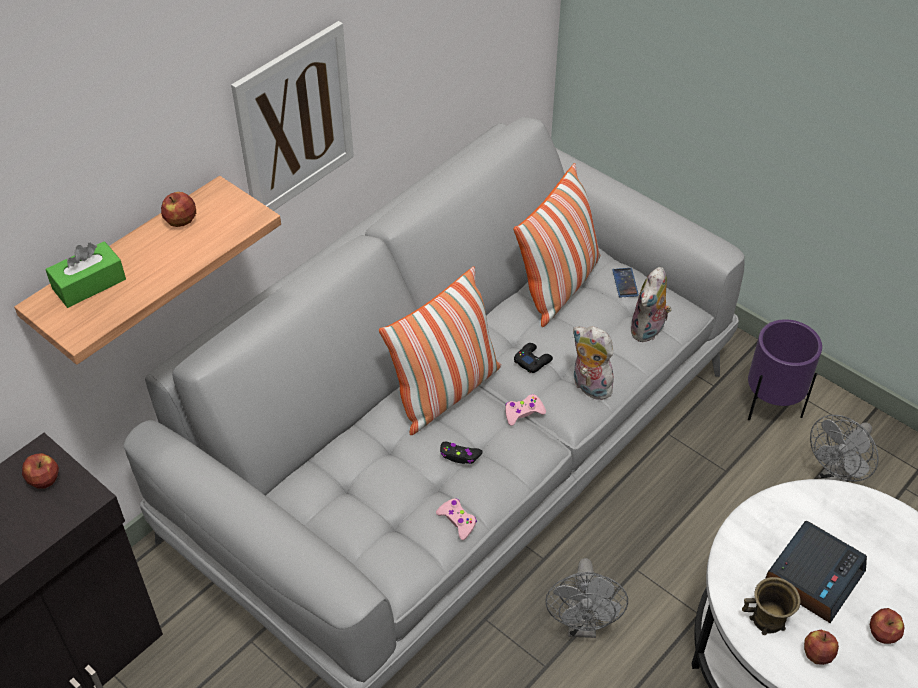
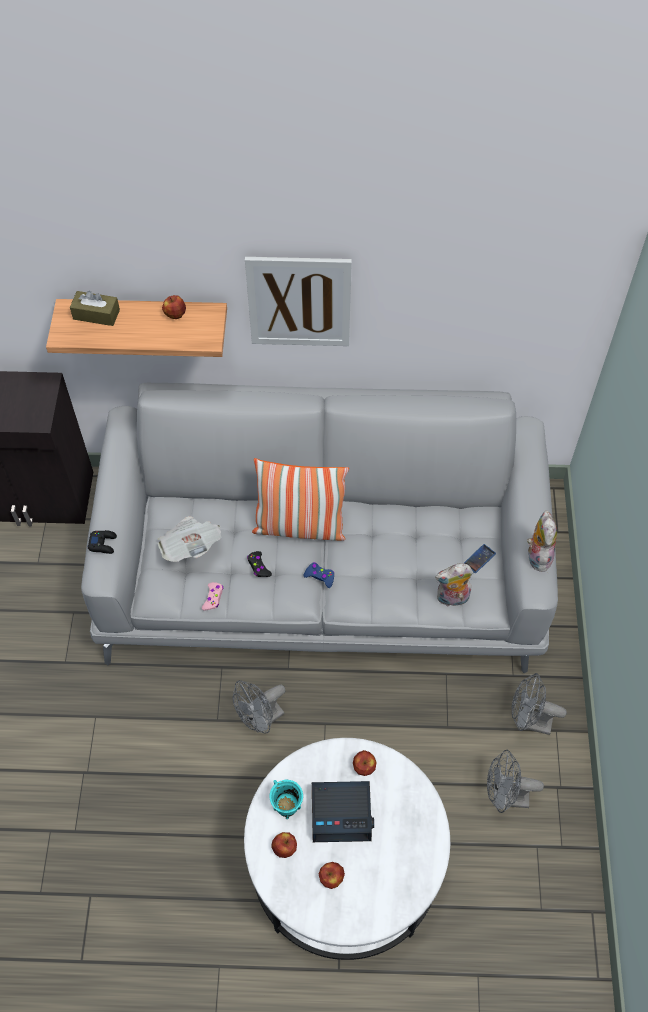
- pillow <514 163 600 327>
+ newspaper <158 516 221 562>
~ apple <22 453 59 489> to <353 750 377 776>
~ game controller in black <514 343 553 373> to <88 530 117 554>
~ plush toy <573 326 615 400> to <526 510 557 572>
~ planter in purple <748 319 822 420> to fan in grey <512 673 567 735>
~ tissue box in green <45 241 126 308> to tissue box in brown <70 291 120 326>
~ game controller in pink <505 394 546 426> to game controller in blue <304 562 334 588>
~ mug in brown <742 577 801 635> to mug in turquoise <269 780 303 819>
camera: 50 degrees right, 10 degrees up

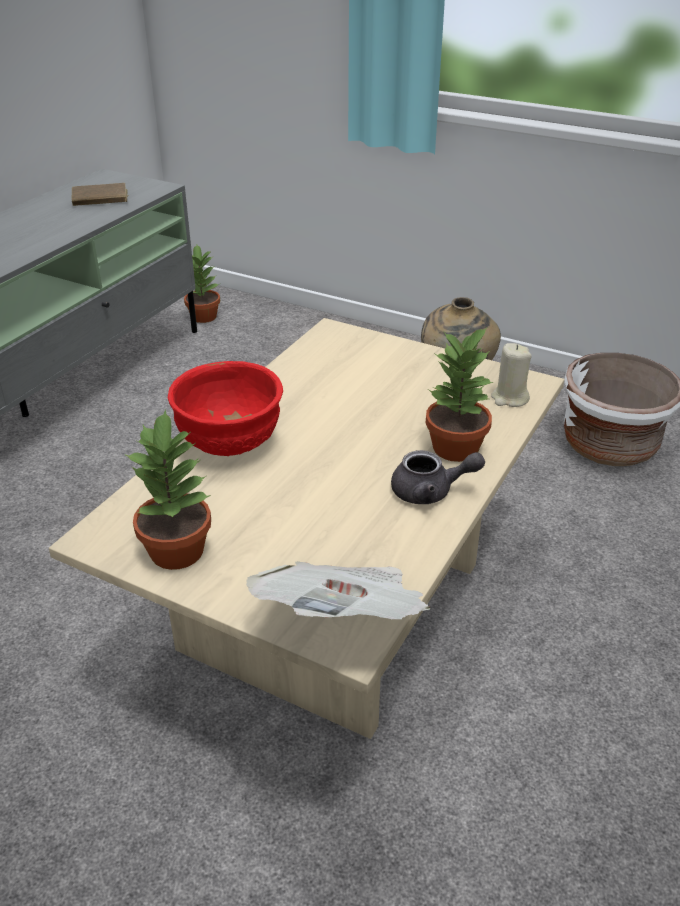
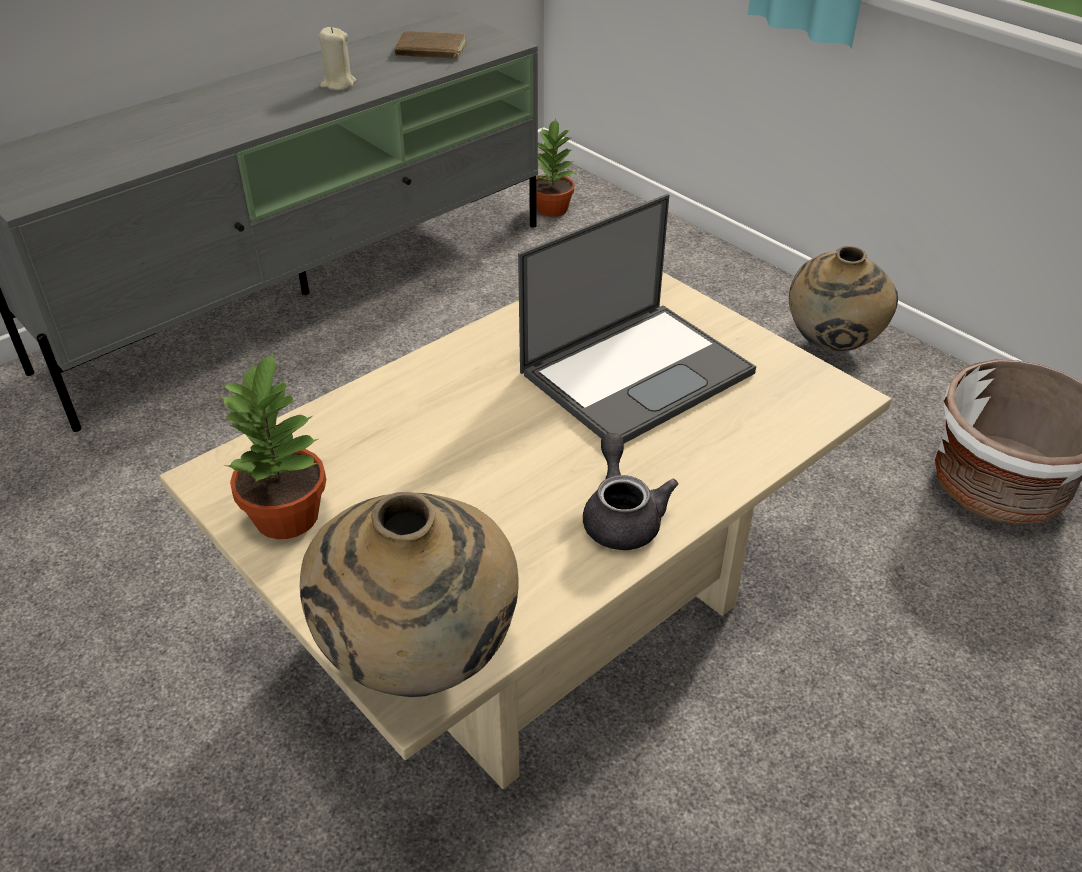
- bowl in red <168 361 283 456>
- potted plant <426 326 493 462>
+ laptop <518 194 756 443>
~ candle in beige <491 343 532 407> to <319 27 356 90>
~ newspaper <246 561 430 619> to vase in beige <300 492 519 697>
~ teapot in grey <391 450 485 504> = <583 433 678 550> 120 degrees counterclockwise
camera: 20 degrees right, 5 degrees up

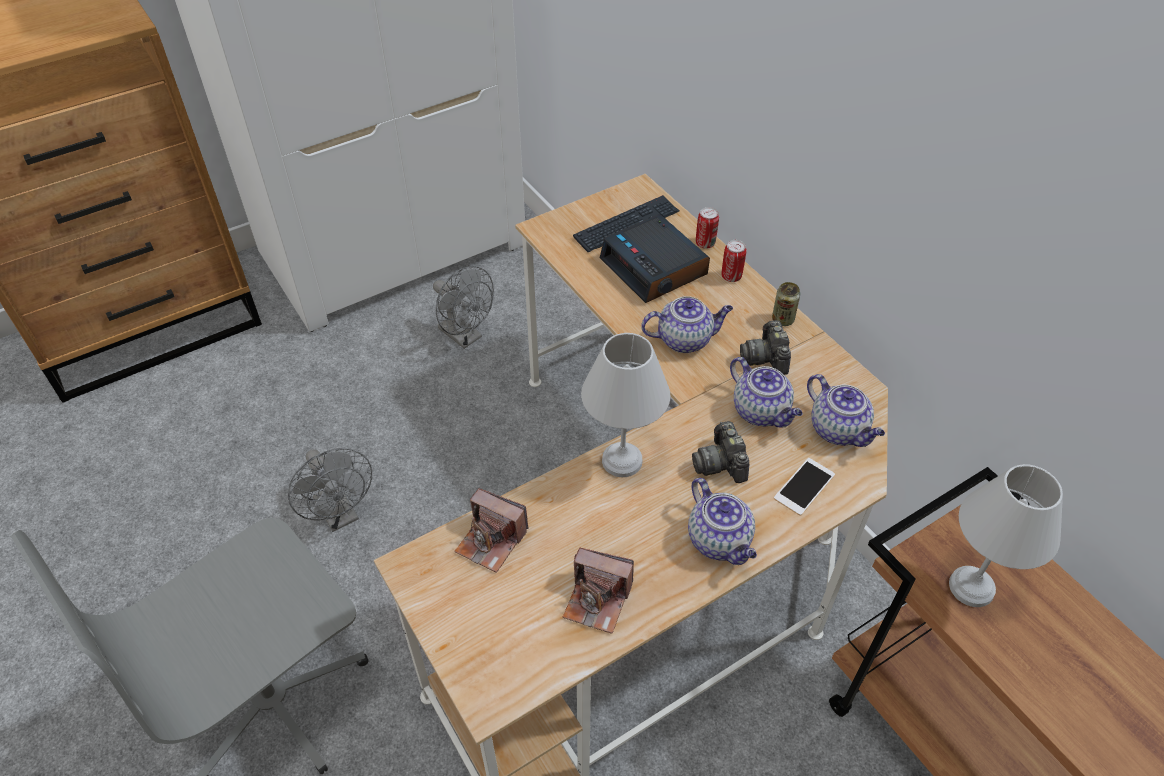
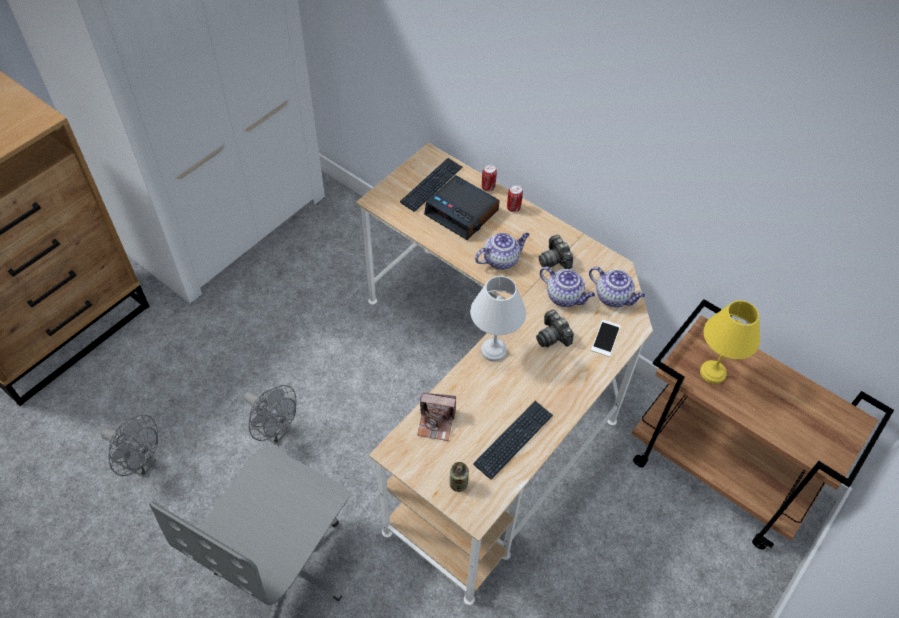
- teapot <688 478 757 565>
~ fan in grey <433 266 494 349> to <100 414 158 477>
~ can <772 282 800 326> to <450 462 469 492>
~ photo camera <563 548 634 634> to keyboard <473 401 553 480>
~ table lamp in white <949 464 1063 607> to table lamp in yellow <700 300 760 384>
camera: 20 degrees left, 5 degrees up

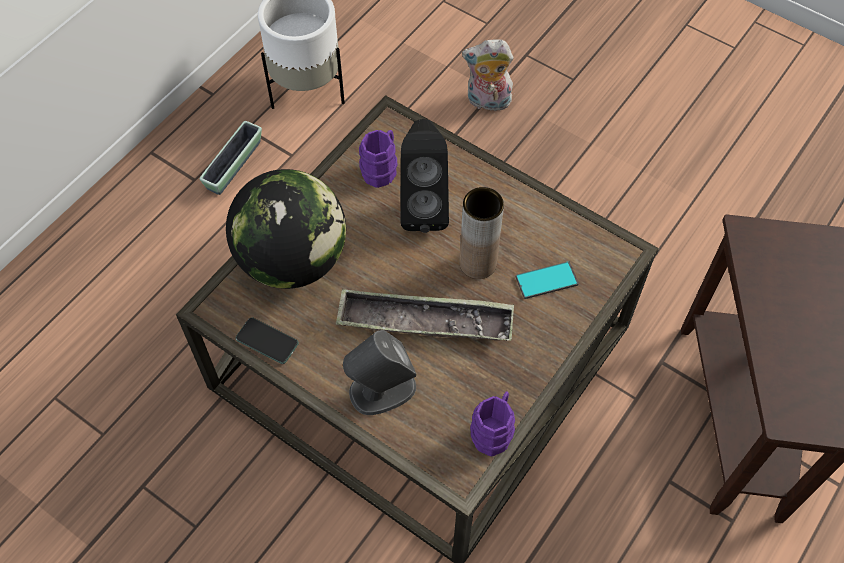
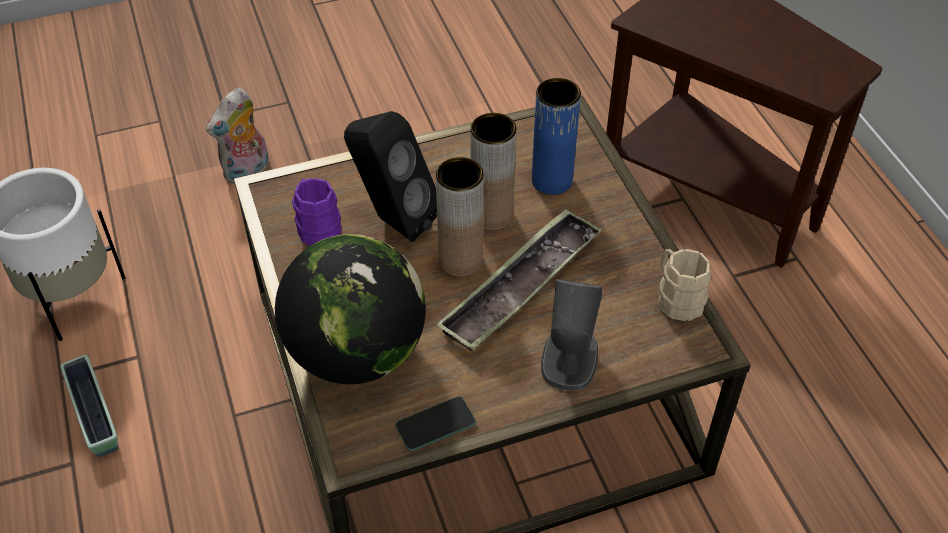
+ vase in brown <436 157 484 277>
~ phone <516 261 579 299> to vase in blue <532 78 581 195>
~ mug in purple <470 392 515 456> to mug in beige <658 249 711 321>
camera: 55 degrees left, 10 degrees down

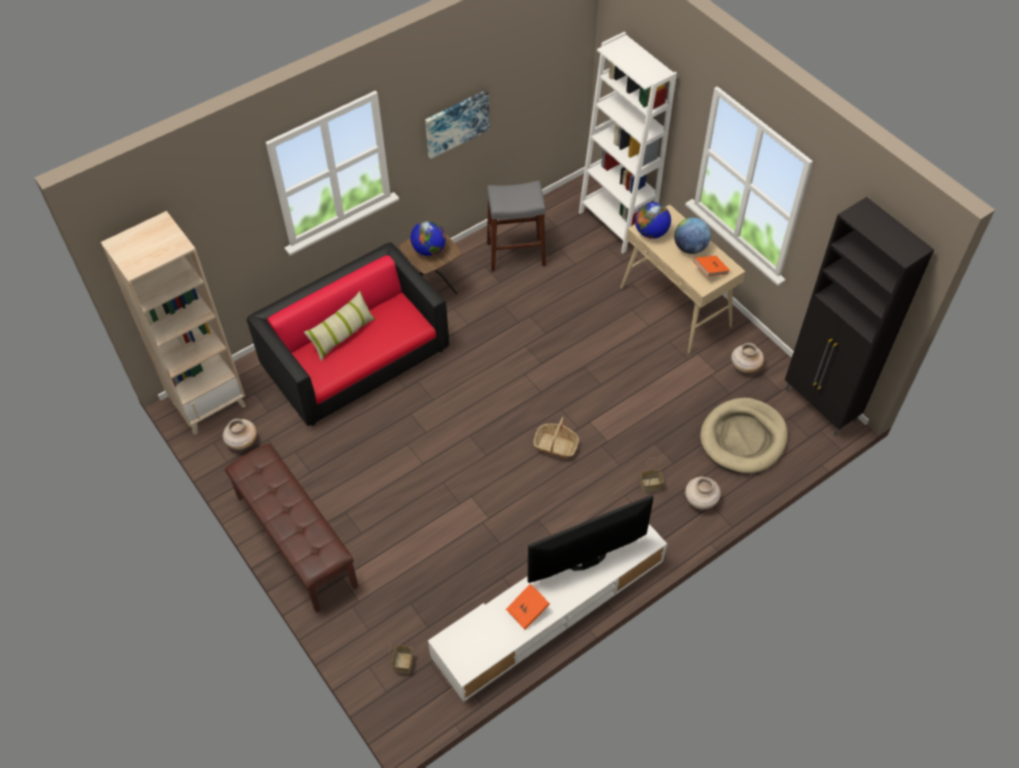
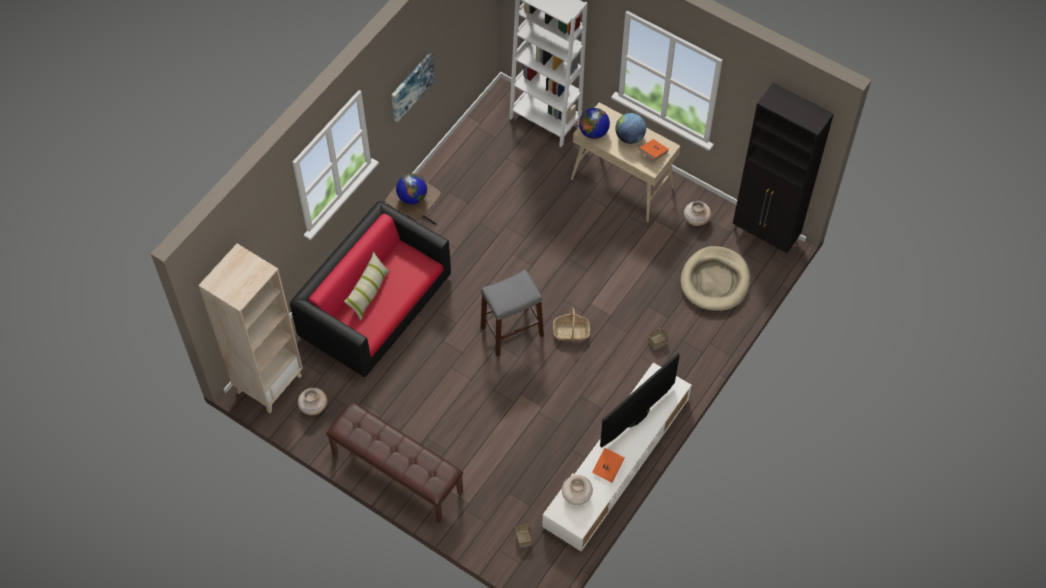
~ stool in grey <487 181 546 272> to <481 269 544 357>
~ vase in beige <685 477 721 509> to <562 475 593 505>
camera: 20 degrees left, 5 degrees up

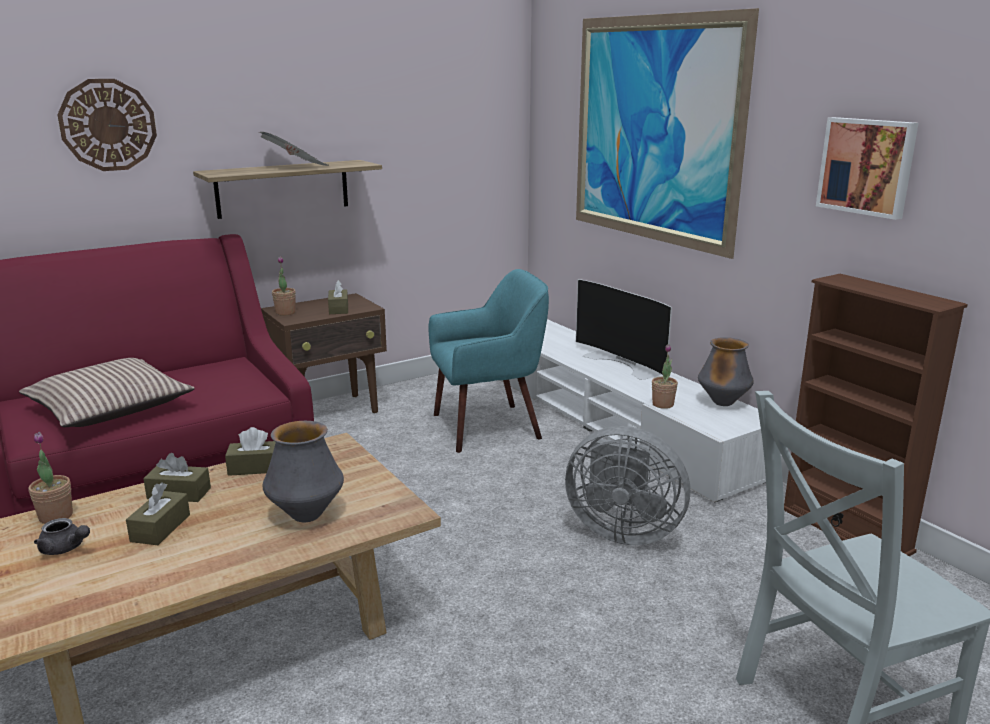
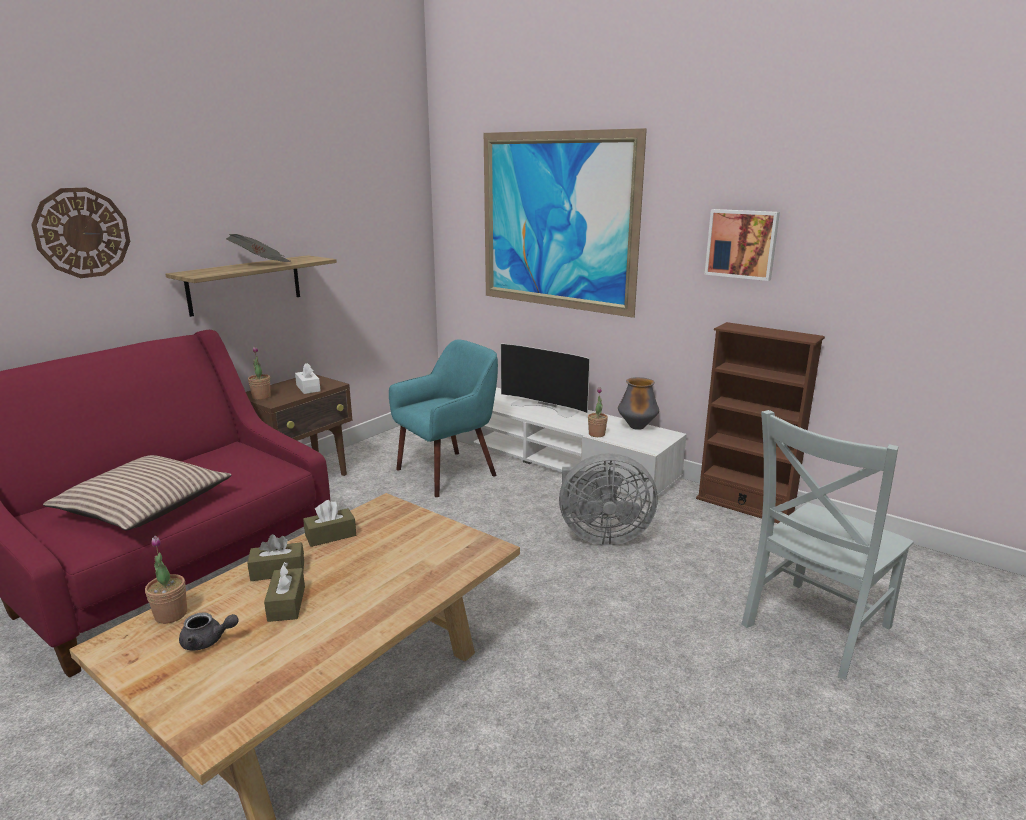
- vase <263 421 344 522>
~ tissue box in brown <328 280 348 314> to tissue box in white <295 363 321 394>
camera: 20 degrees left, 0 degrees up

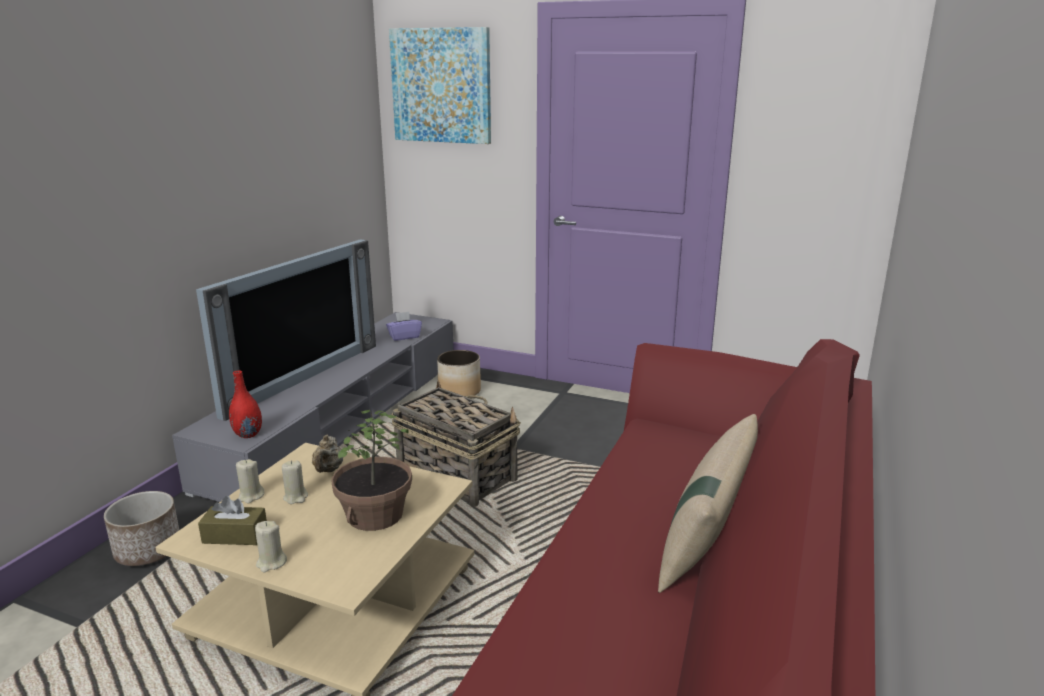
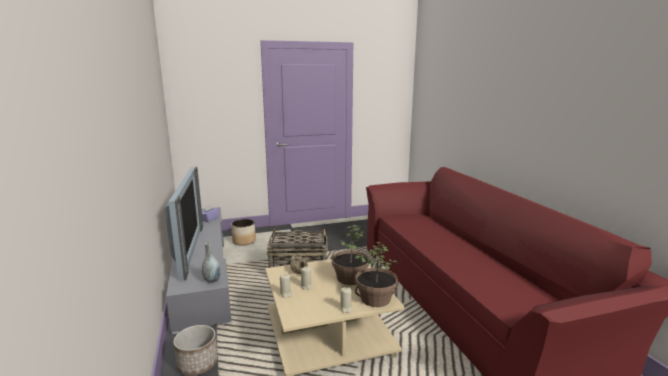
- tissue box in brown <198 496 267 545>
- picture <389 27 491 144>
- pillow in beige <658 414 758 593>
+ potted plant <355 242 398 307>
~ vase in red <229 370 262 438> to vase in grey <202 243 221 283>
camera: 40 degrees left, 5 degrees down

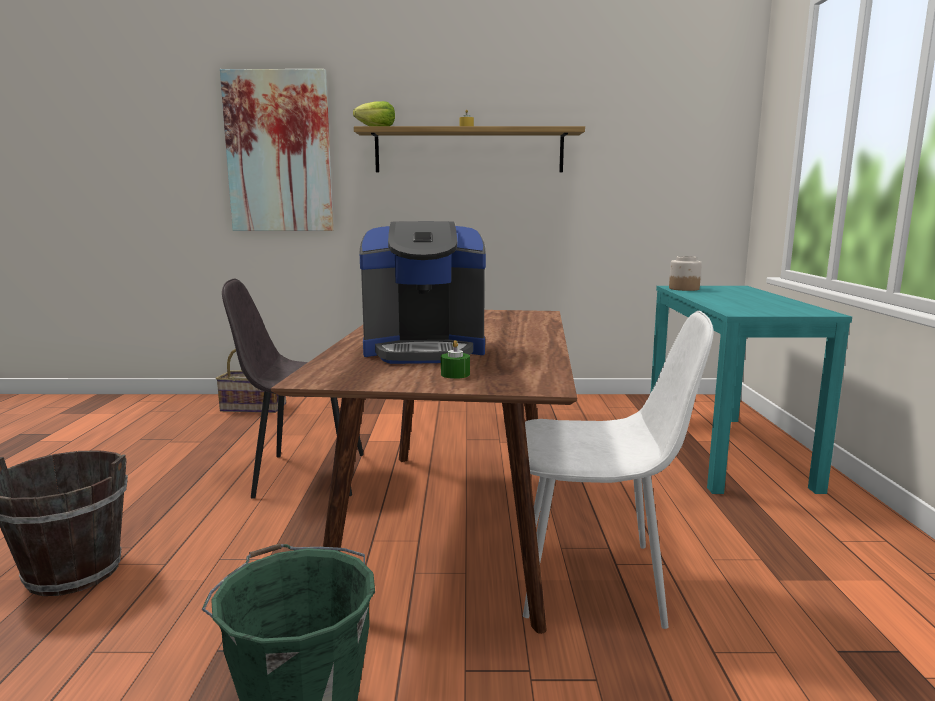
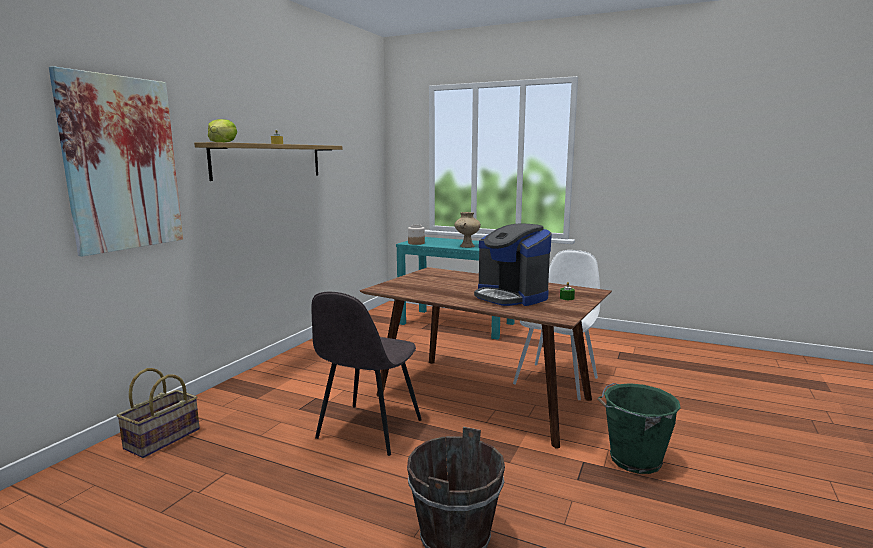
+ vase in beige <455 212 481 248>
~ coffee machine <360 221 486 364> = <474 224 552 306> 120 degrees clockwise
camera: 65 degrees left, 0 degrees up

